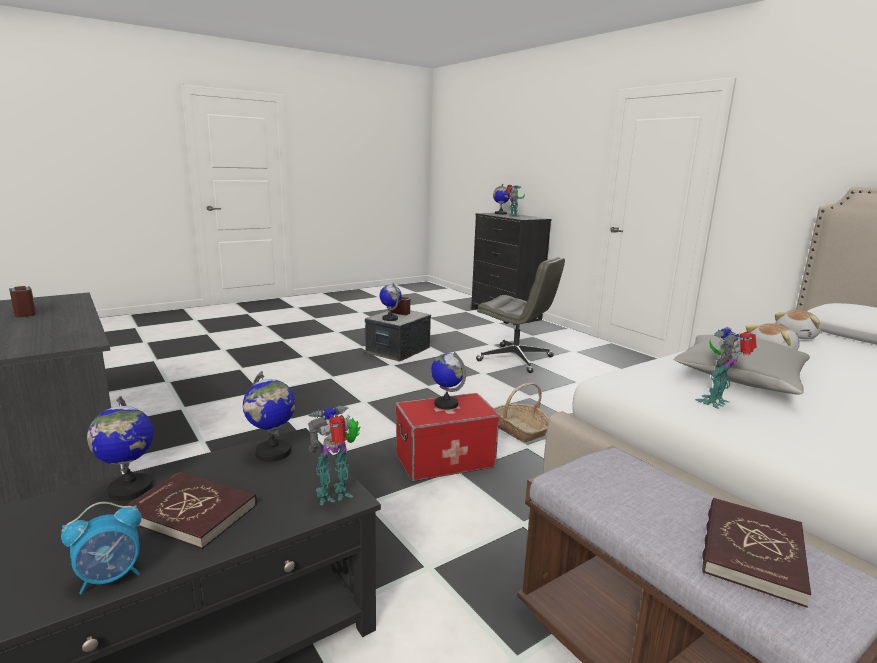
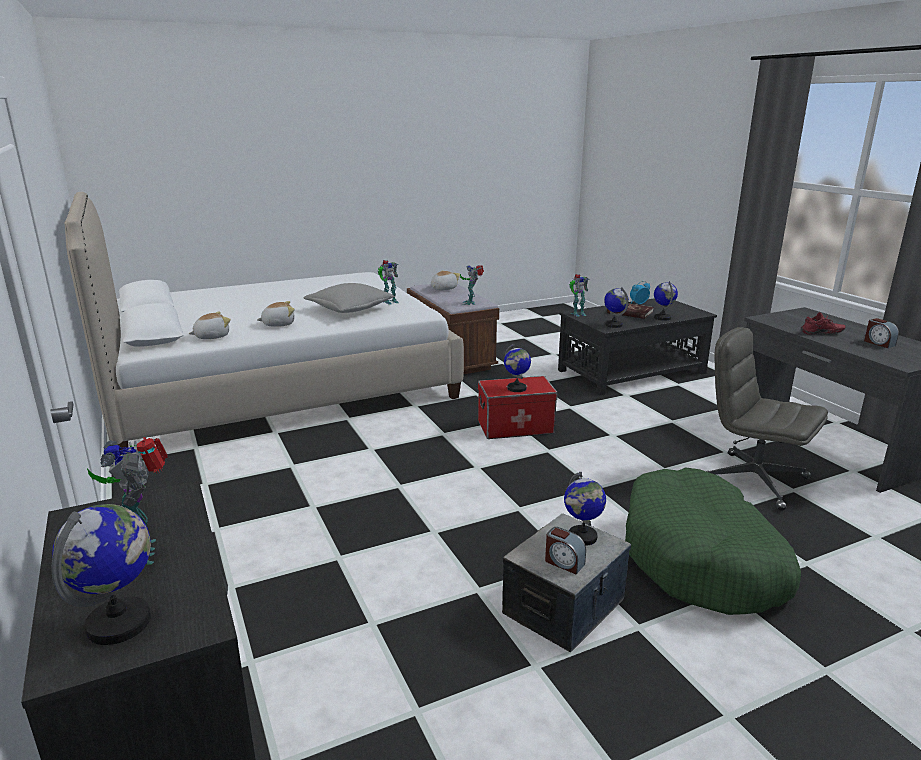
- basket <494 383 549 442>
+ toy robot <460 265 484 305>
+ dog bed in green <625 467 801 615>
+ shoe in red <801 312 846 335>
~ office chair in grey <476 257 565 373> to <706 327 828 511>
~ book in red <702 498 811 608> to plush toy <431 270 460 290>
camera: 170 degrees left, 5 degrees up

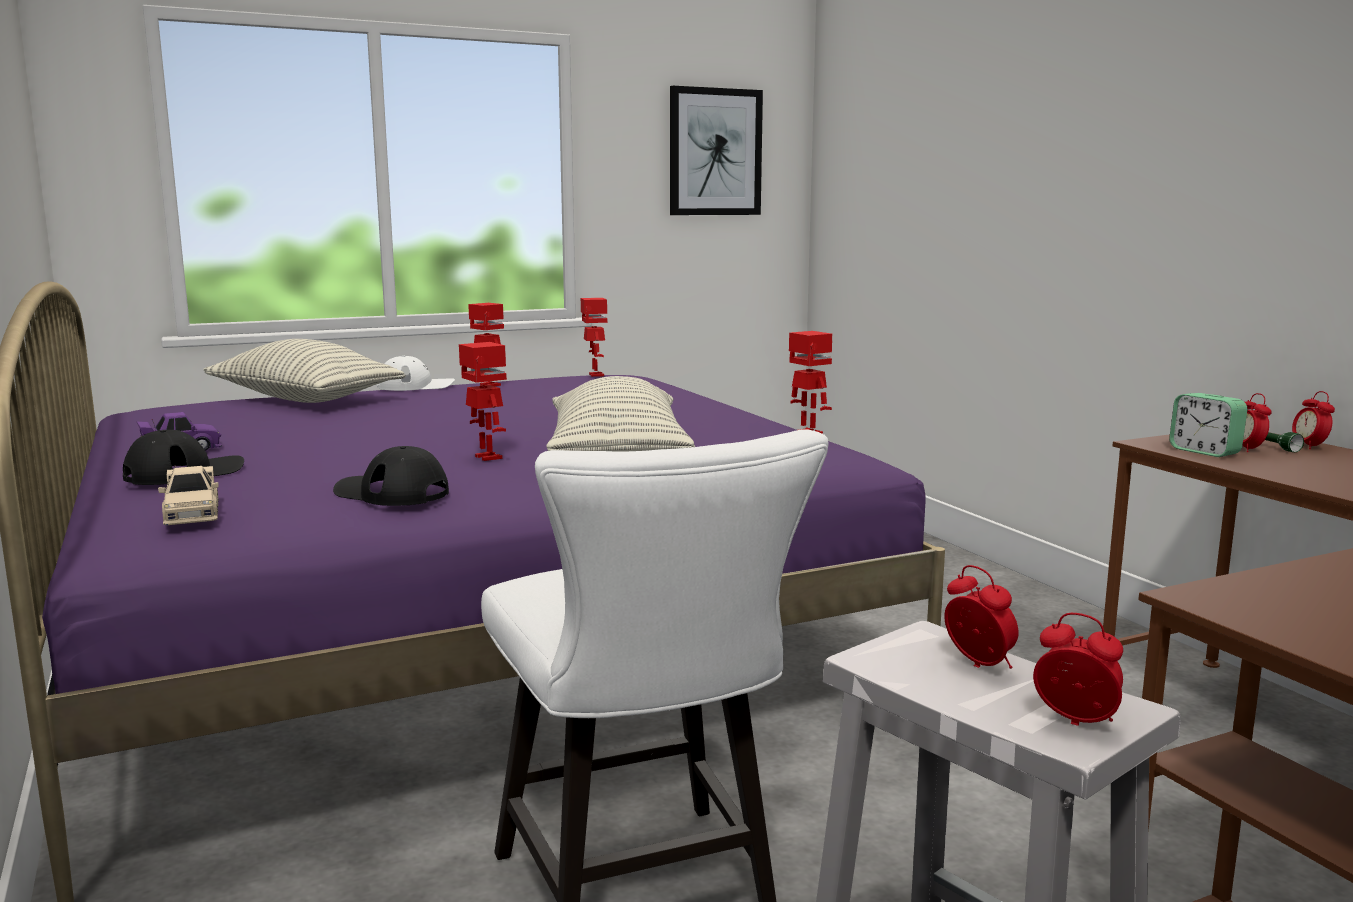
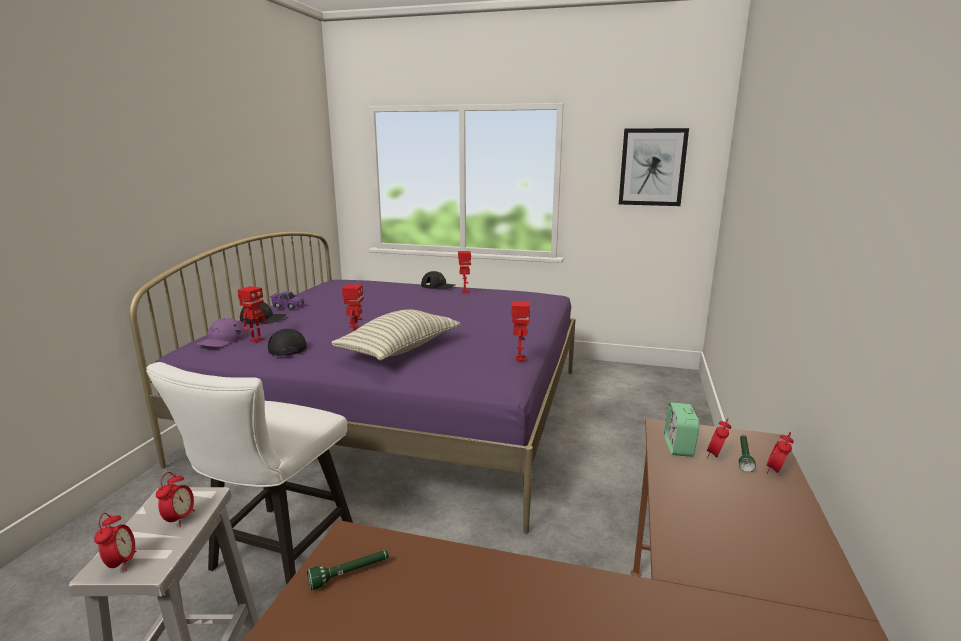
- pillow <203 339 405 403>
+ flashlight in green <307 550 389 591>
~ toy robot <581 298 607 377> to <238 286 268 343>
~ toy car in beige <158 465 219 525> to cap in purple <197 318 245 347>
~ cap in white <377 356 455 391> to cap in black <421 271 455 290>
camera: 40 degrees right, 5 degrees up

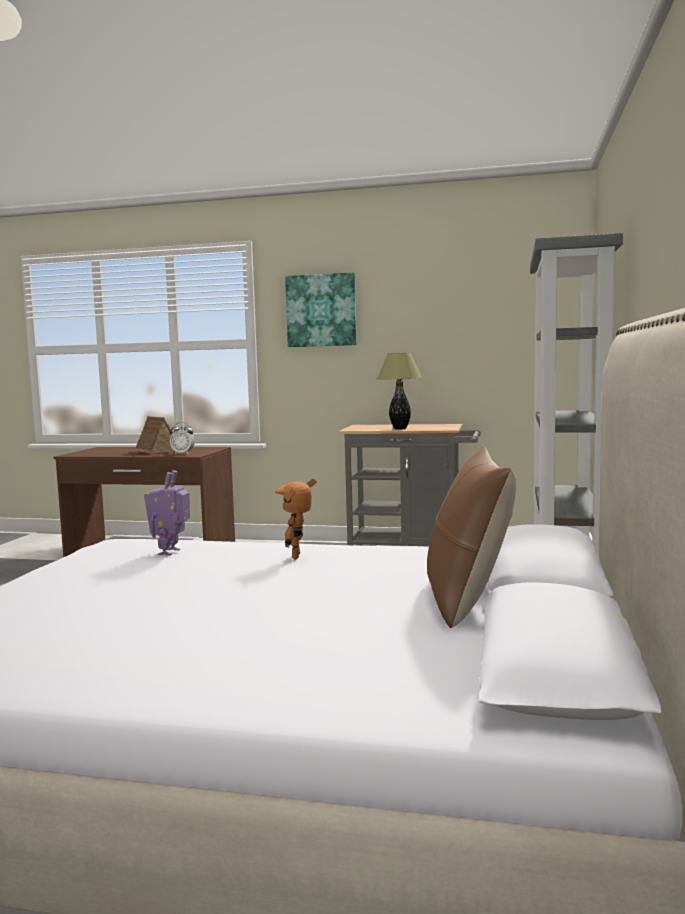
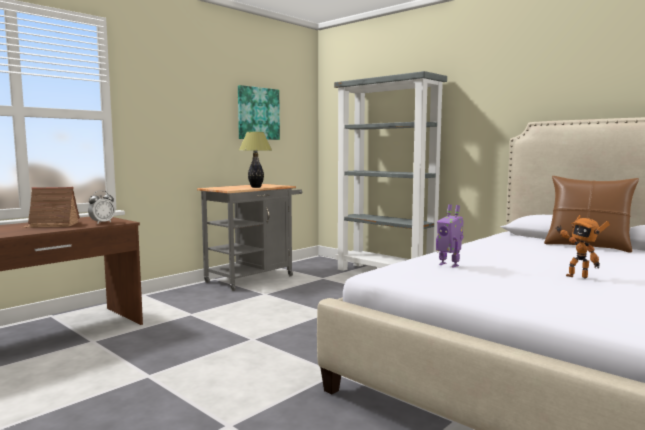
~ toy robot <275 478 317 560> to <555 215 610 278>
~ picture <285 272 357 347> to <238 85 280 140>
camera: 60 degrees left, 0 degrees up

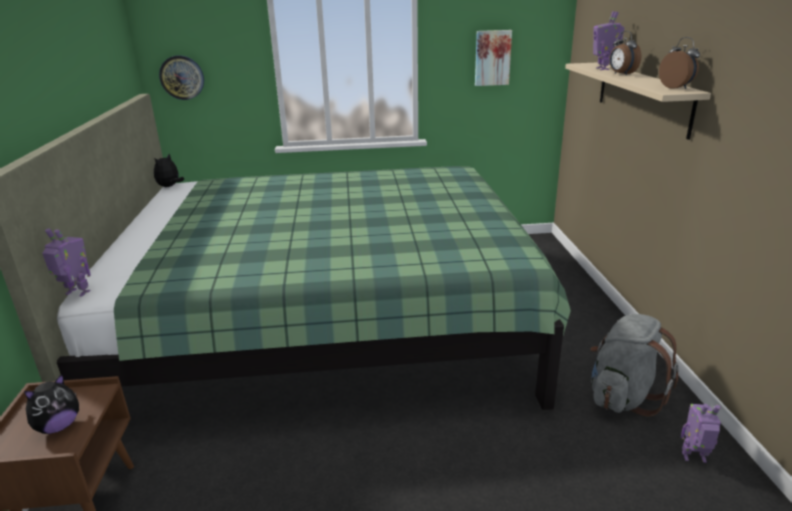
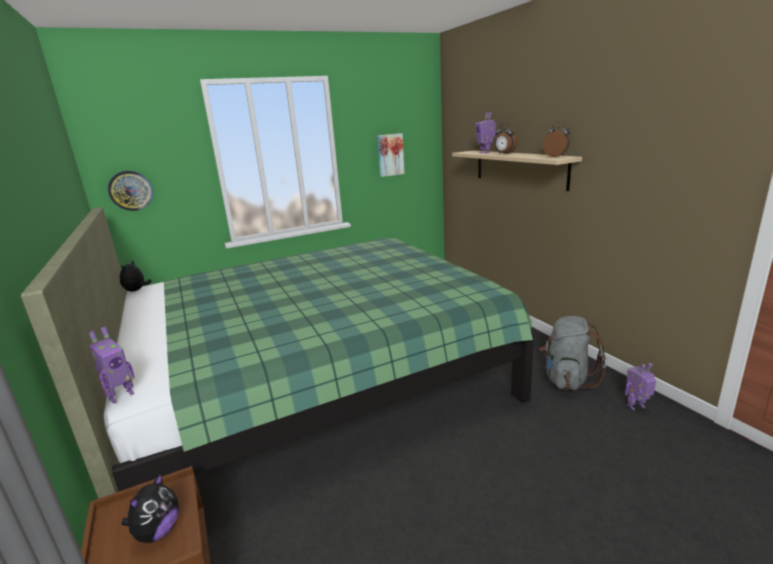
~ toy robot <42 228 91 297> = <89 327 134 404> 135 degrees clockwise
camera: 20 degrees left, 5 degrees down

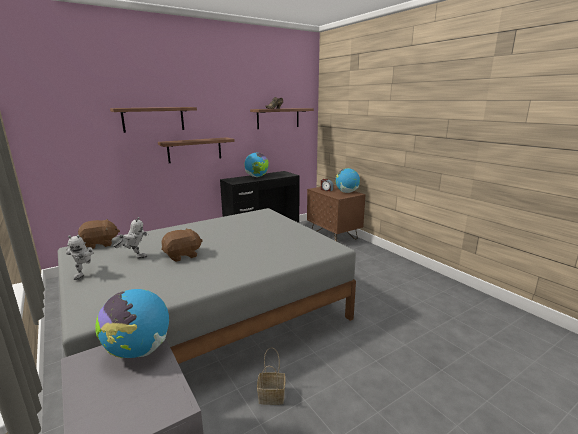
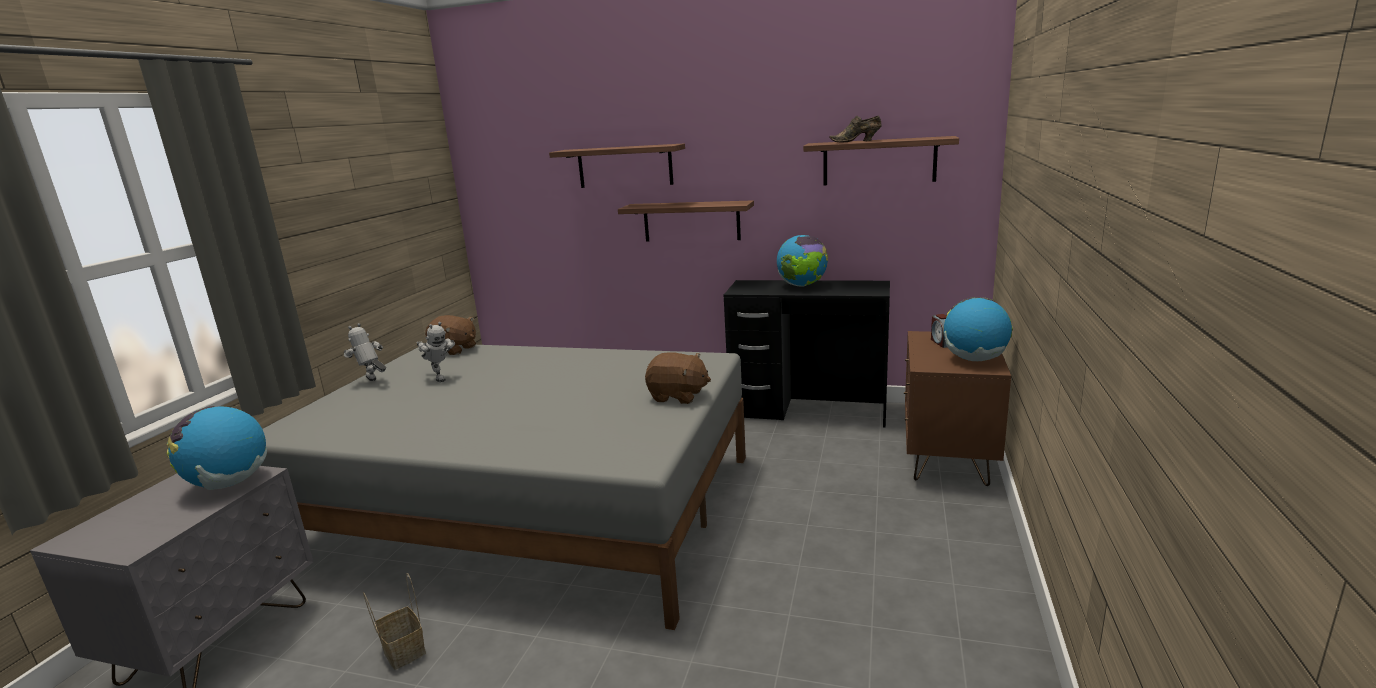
~ plush toy in brown <161 228 203 262> to <645 352 711 404>
~ toy robot <66 235 94 280> = <344 323 386 381> 90 degrees clockwise
camera: 50 degrees right, 0 degrees up

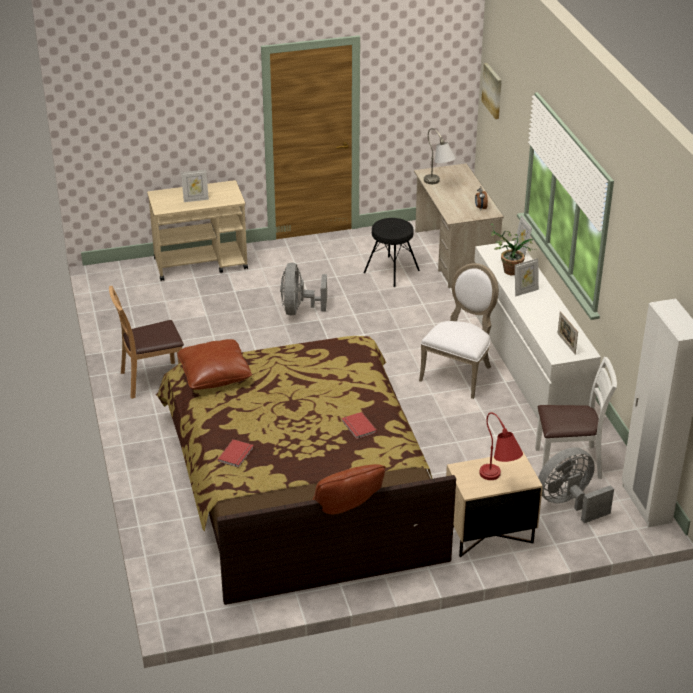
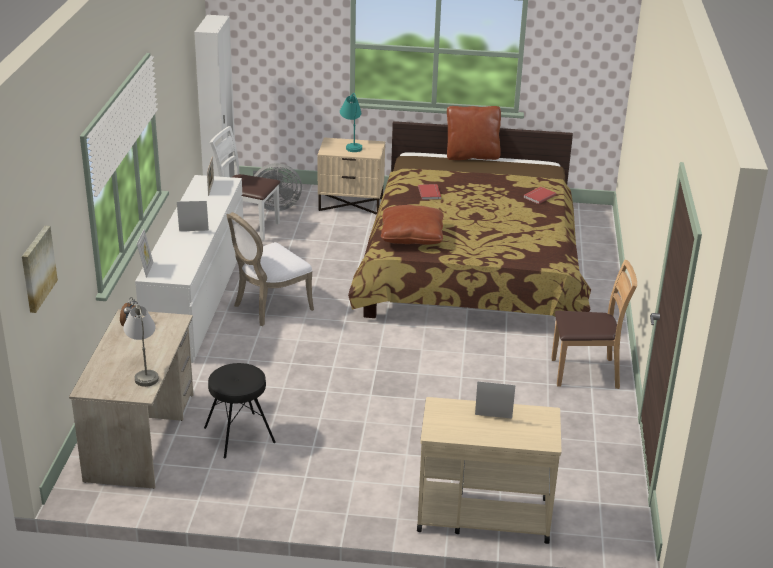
- fan in grey <280 263 327 316>
- potted plant <490 224 537 275>
~ pillow in brown <178 339 252 390> to <381 205 444 245>
~ table lamp in red <479 412 523 480> to table lamp in turquoise <340 93 362 152>
camera: 160 degrees left, 5 degrees down

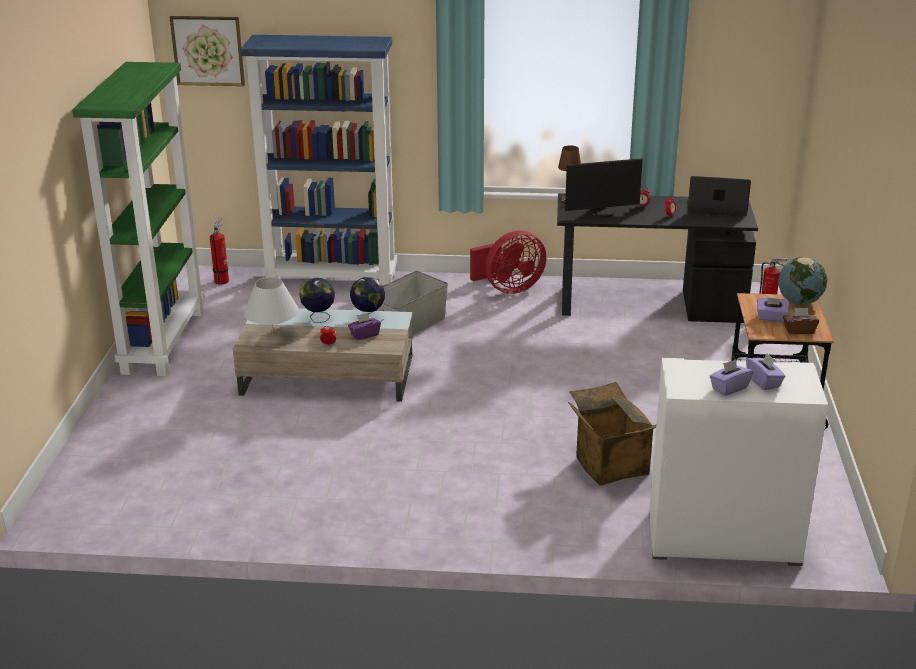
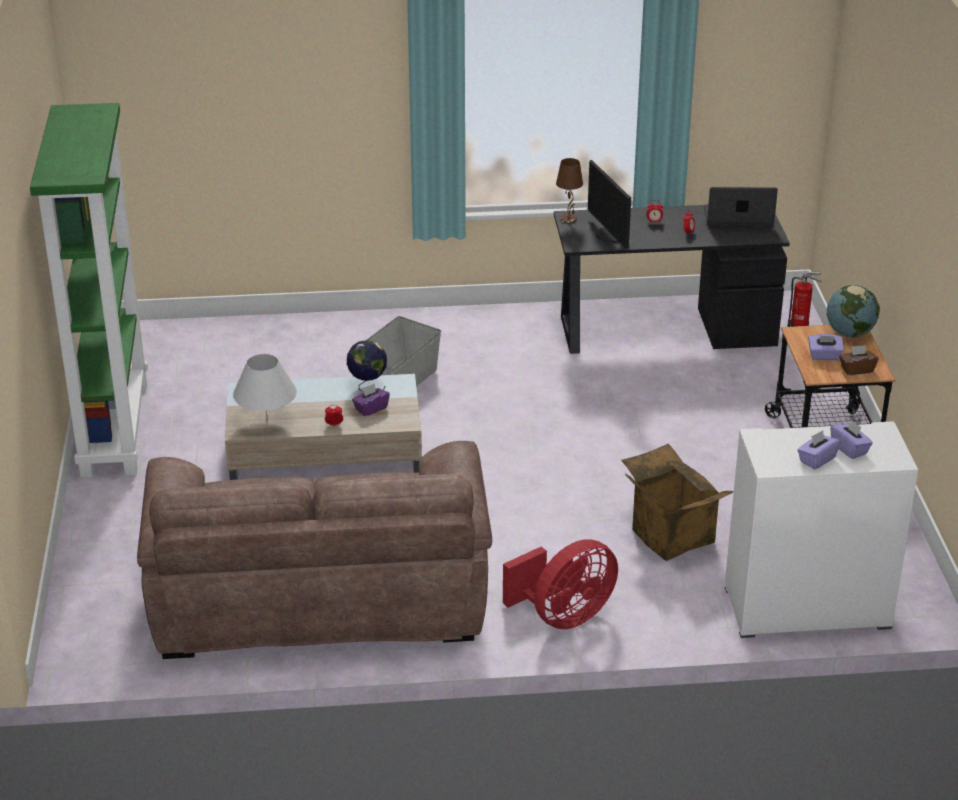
- picture <170 16 245 86>
- fire extinguisher <210 217 229 284>
- bookcase in blue <240 35 397 285>
- globe <300 278 335 323>
+ sofa in brown <137 441 492 659>
~ fan in red <470 231 546 294> to <503 539 618 629>
~ monitor <565 158 643 218> = <588 160 631 249> 90 degrees clockwise
camera: 10 degrees left, 5 degrees up

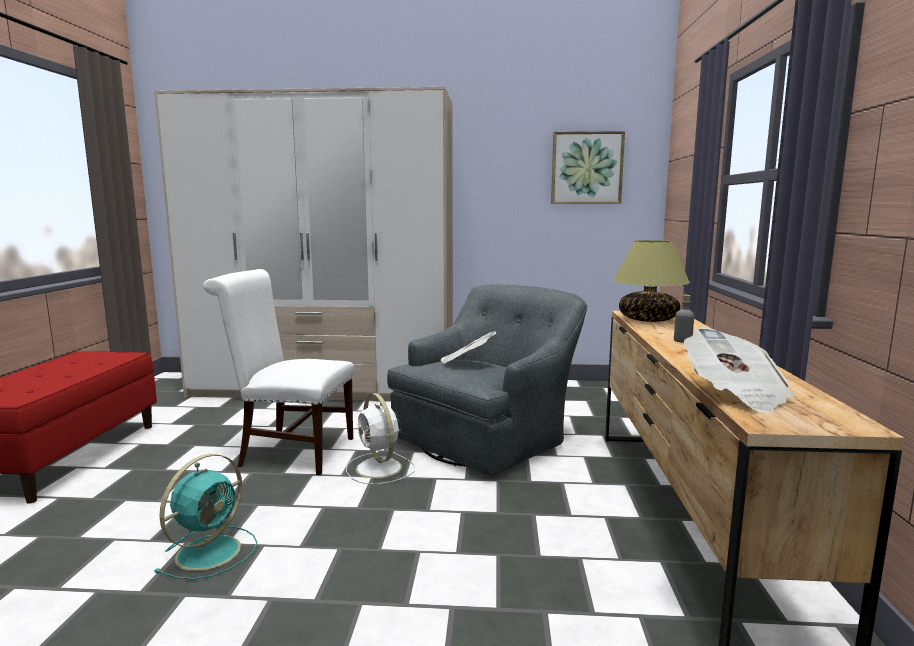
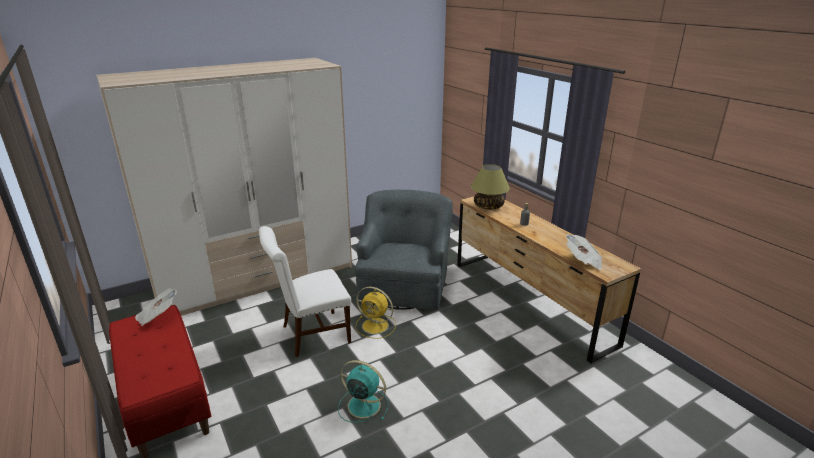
- picture <551 131 625 204>
~ newspaper <441 331 496 364> to <135 288 177 326>
~ fan in white <346 393 415 484> to fan in yellow <355 287 396 339>
~ fan in turquoise <154 454 257 580> = <338 360 388 423> 60 degrees counterclockwise
camera: 35 degrees left, 15 degrees up

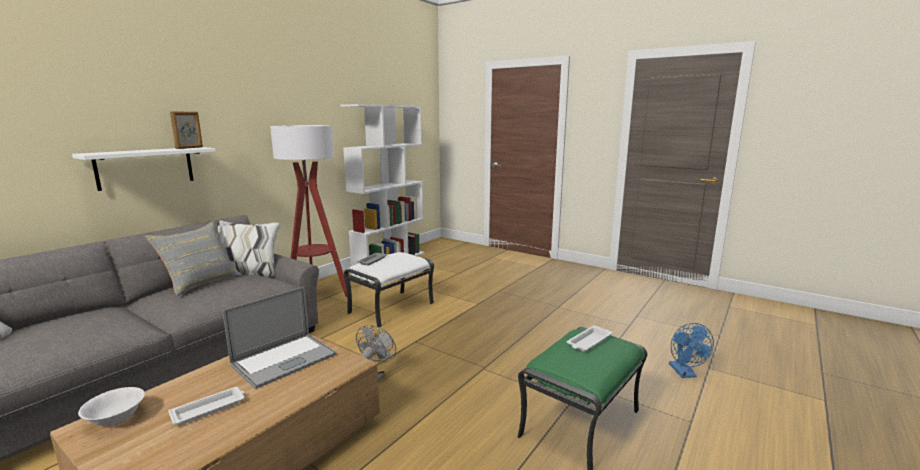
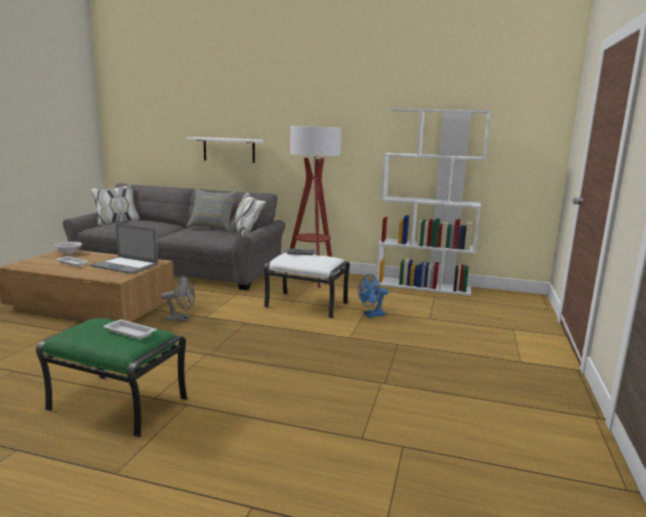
- picture frame <170 111 203 149>
~ fan in blue <669 323 714 378> to <358 274 389 318>
camera: 70 degrees right, 0 degrees up

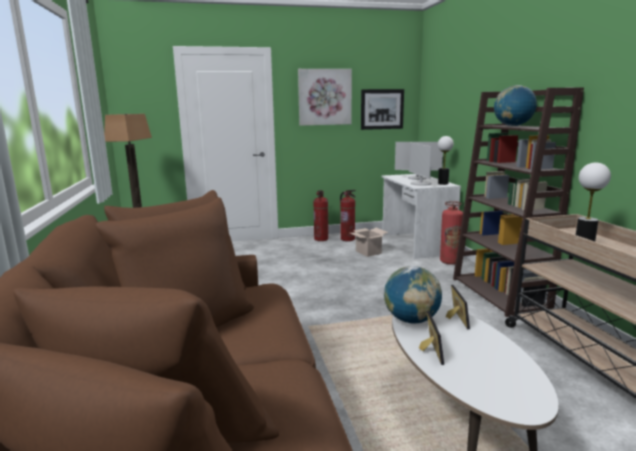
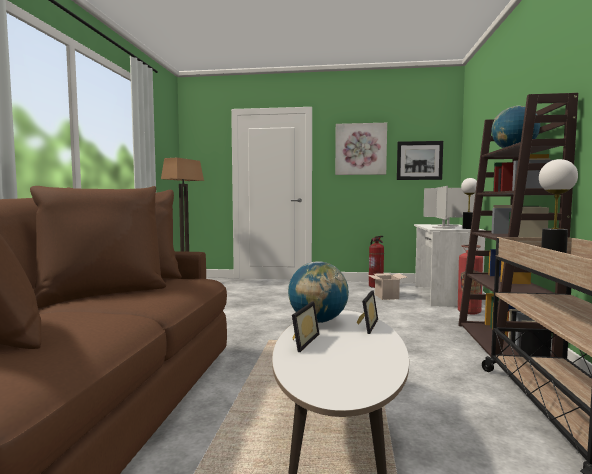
- fire extinguisher <313 190 328 241>
camera: 20 degrees right, 10 degrees down

